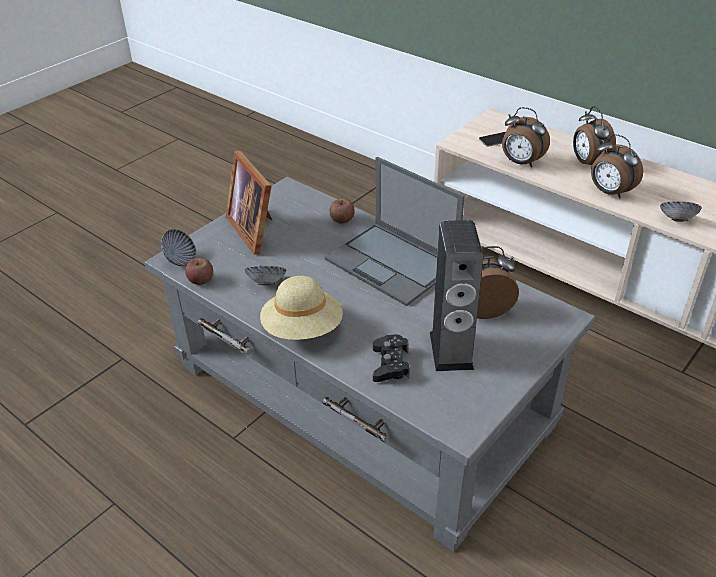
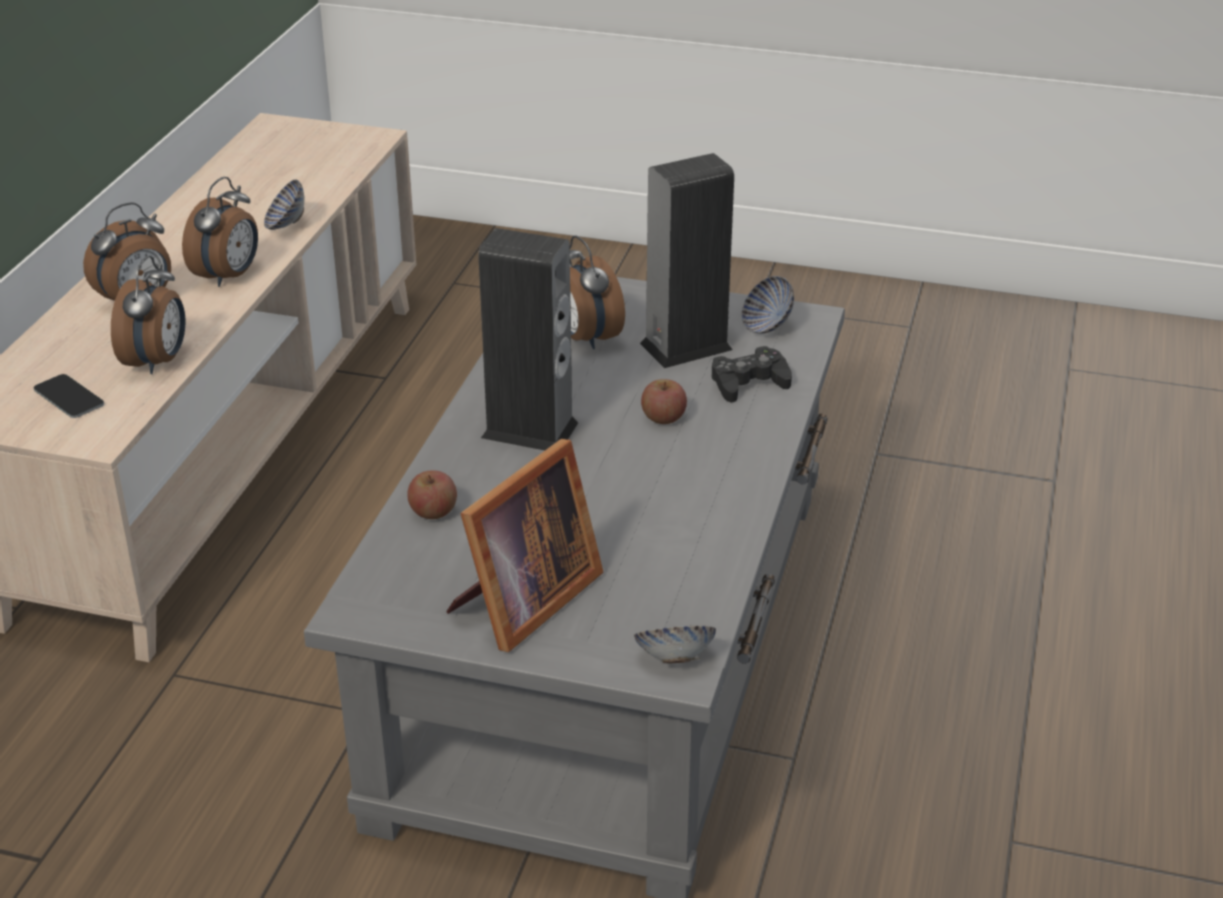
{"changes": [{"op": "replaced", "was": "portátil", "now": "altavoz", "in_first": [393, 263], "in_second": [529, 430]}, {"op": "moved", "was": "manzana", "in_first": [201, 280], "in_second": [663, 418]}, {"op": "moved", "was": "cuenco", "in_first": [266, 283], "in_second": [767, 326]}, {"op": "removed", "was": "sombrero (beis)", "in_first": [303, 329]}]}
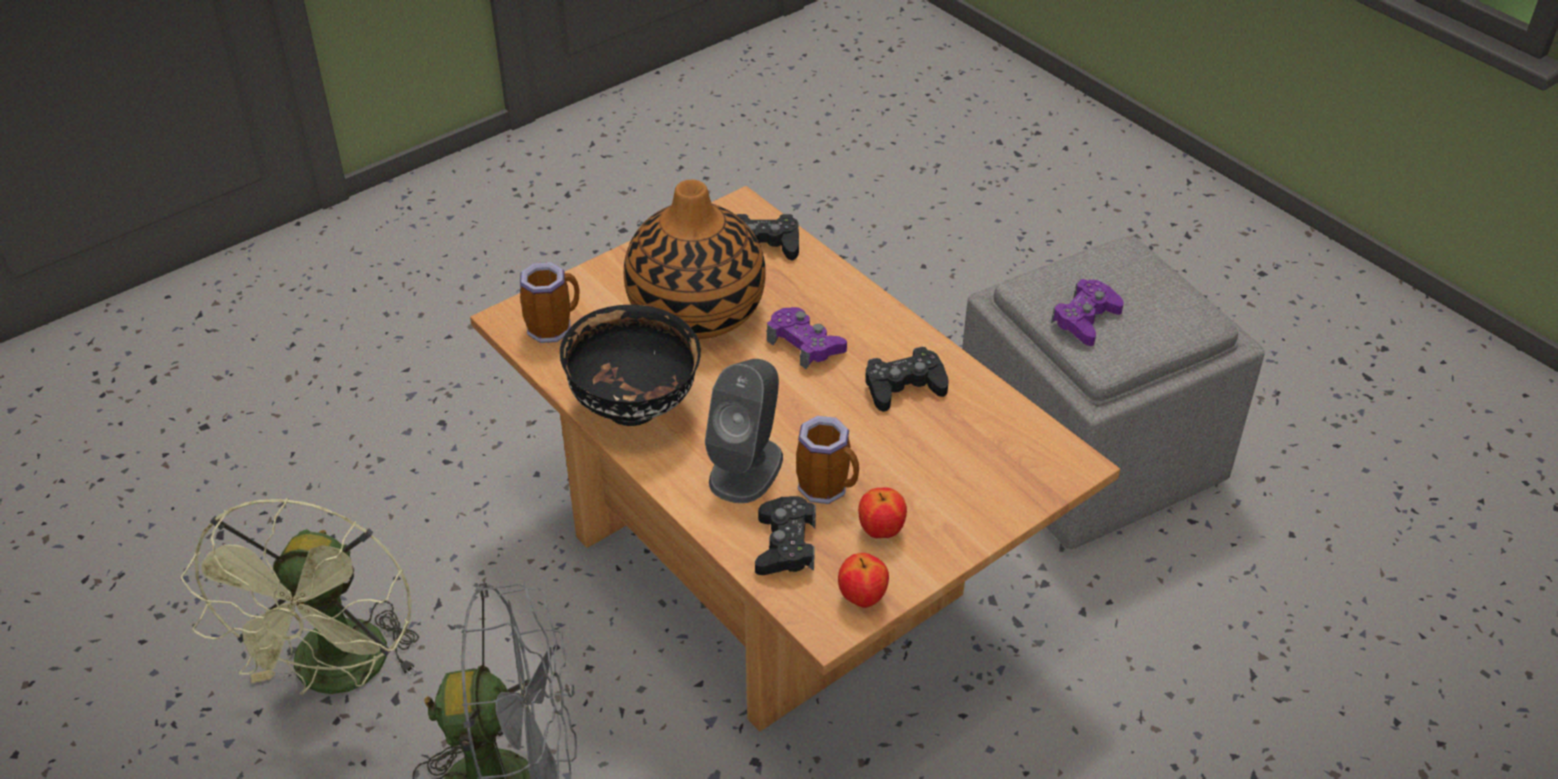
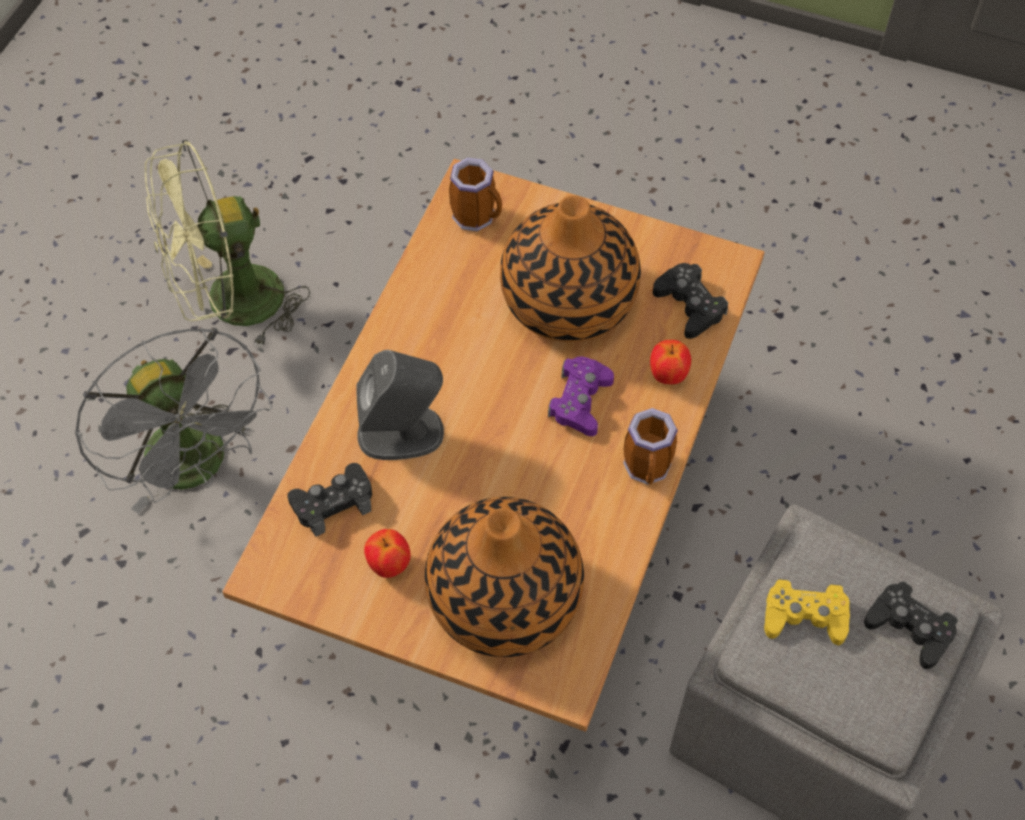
{"changes": [{"op": "recoloured", "was": "mando de consola (morado)", "now": "mando de consola (amarillo)", "in_first": [1085, 319], "in_second": [804, 616]}, {"op": "removed", "was": "cuenco (negro)", "in_first": [635, 407]}, {"op": "moved", "was": "mando de consola (negro)", "in_first": [904, 386], "in_second": [909, 628]}, {"op": "moved", "was": "taza grande", "in_first": [828, 488], "in_second": [649, 469]}, {"op": "moved", "was": "manzana", "in_first": [862, 598], "in_second": [668, 375]}, {"op": "added", "now": "florero", "in_second": [504, 598]}]}
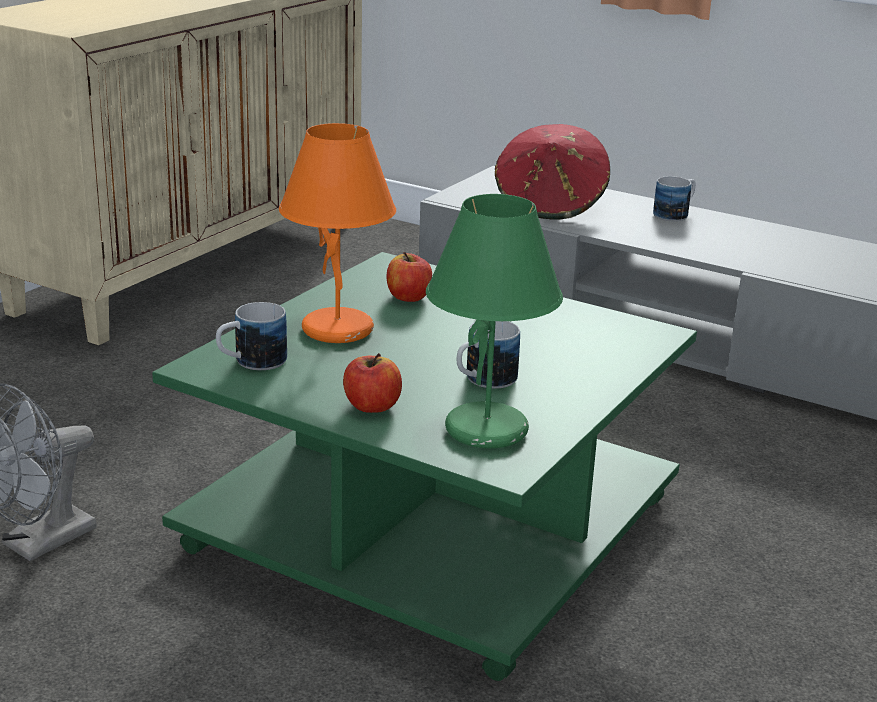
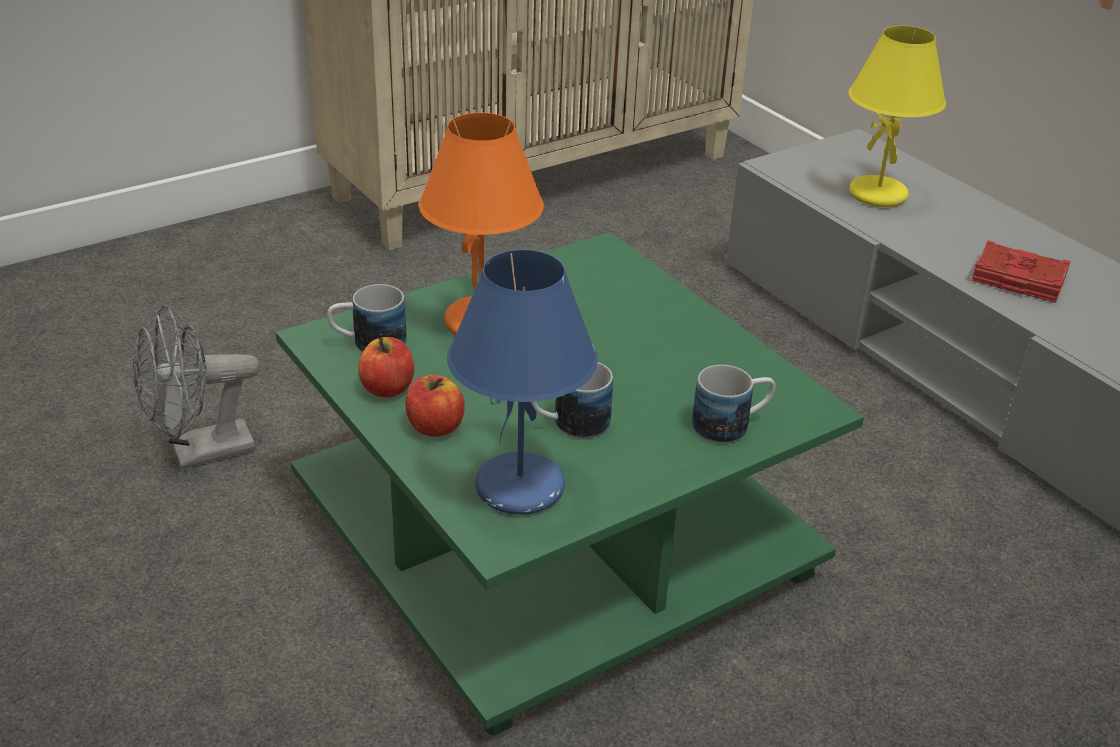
{"changes": [{"op": "replaced", "was": "sombrero (rojo)", "now": "lámpara de mesa (amarillo)", "in_first": [550, 205], "in_second": [879, 195]}, {"op": "moved", "was": "taza grande", "in_first": [675, 214], "in_second": [731, 425]}, {"op": "recoloured", "was": "lámpara de mesa (verde)", "now": "lámpara de mesa (azul)", "in_first": [487, 431], "in_second": [520, 489]}, {"op": "moved", "was": "manzana", "in_first": [409, 297], "in_second": [387, 388]}, {"op": "added", "now": "libro (rojo)", "in_second": [1018, 280]}]}
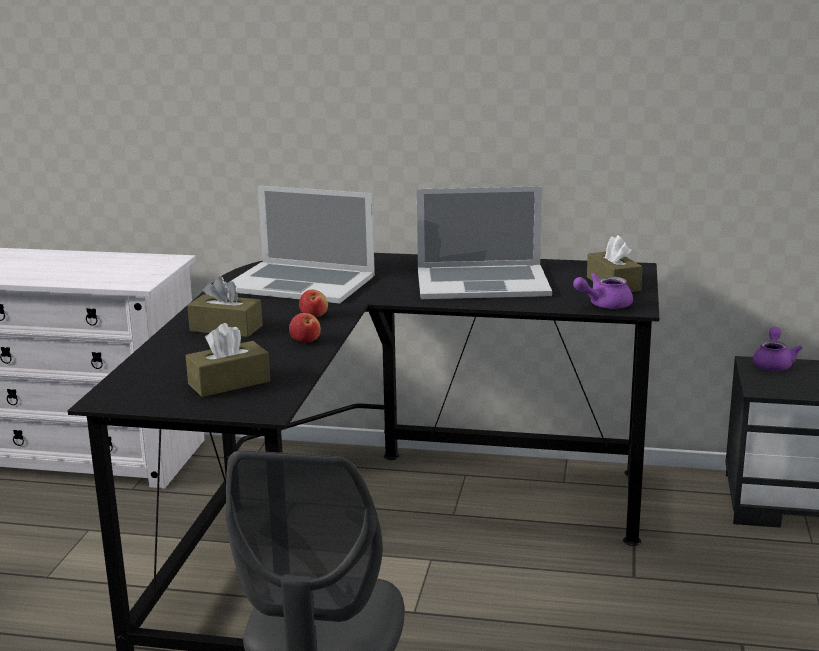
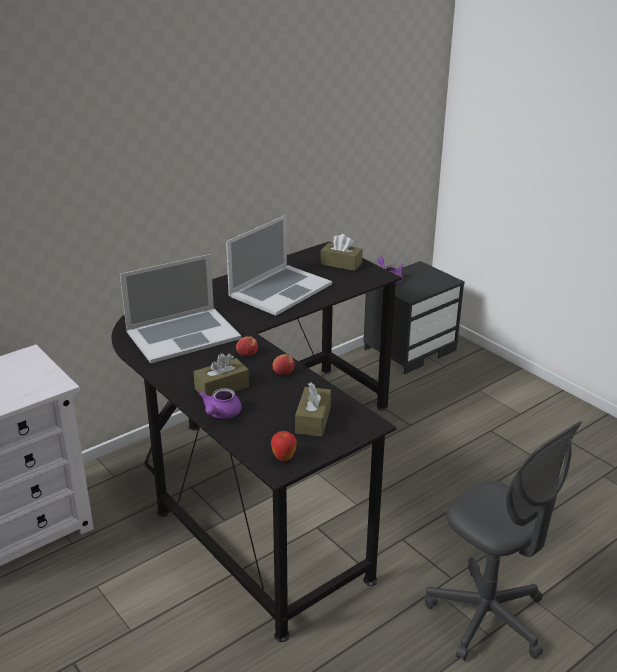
{"changes": [{"op": "moved", "was": "tetera (morado)", "in_first": [604, 305], "in_second": [220, 414]}, {"op": "added", "now": "manzana", "in_second": [283, 458]}]}
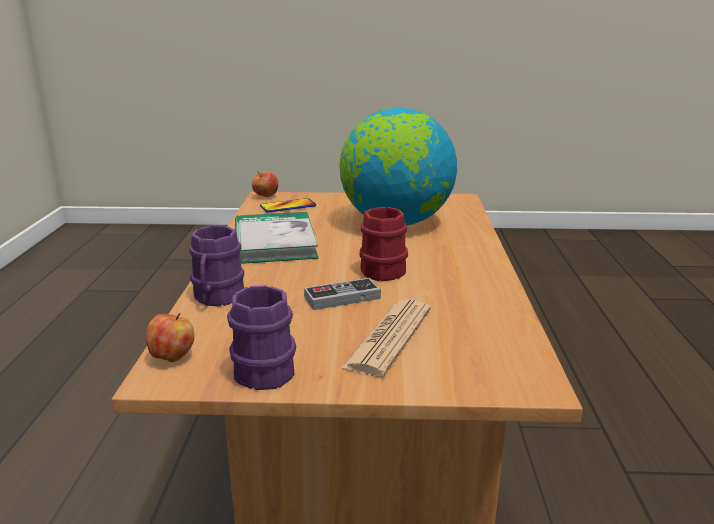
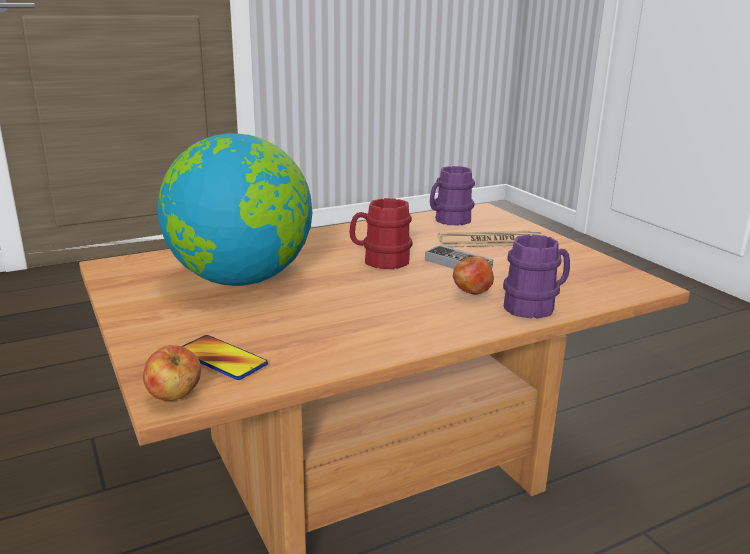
{"changes": [{"op": "removed", "was": "libro", "in_first": [274, 242]}, {"op": "moved", "was": "taza grande (morado)", "in_first": [264, 367], "in_second": [448, 220]}, {"op": "moved", "was": "manzana", "in_first": [172, 357], "in_second": [471, 293]}]}
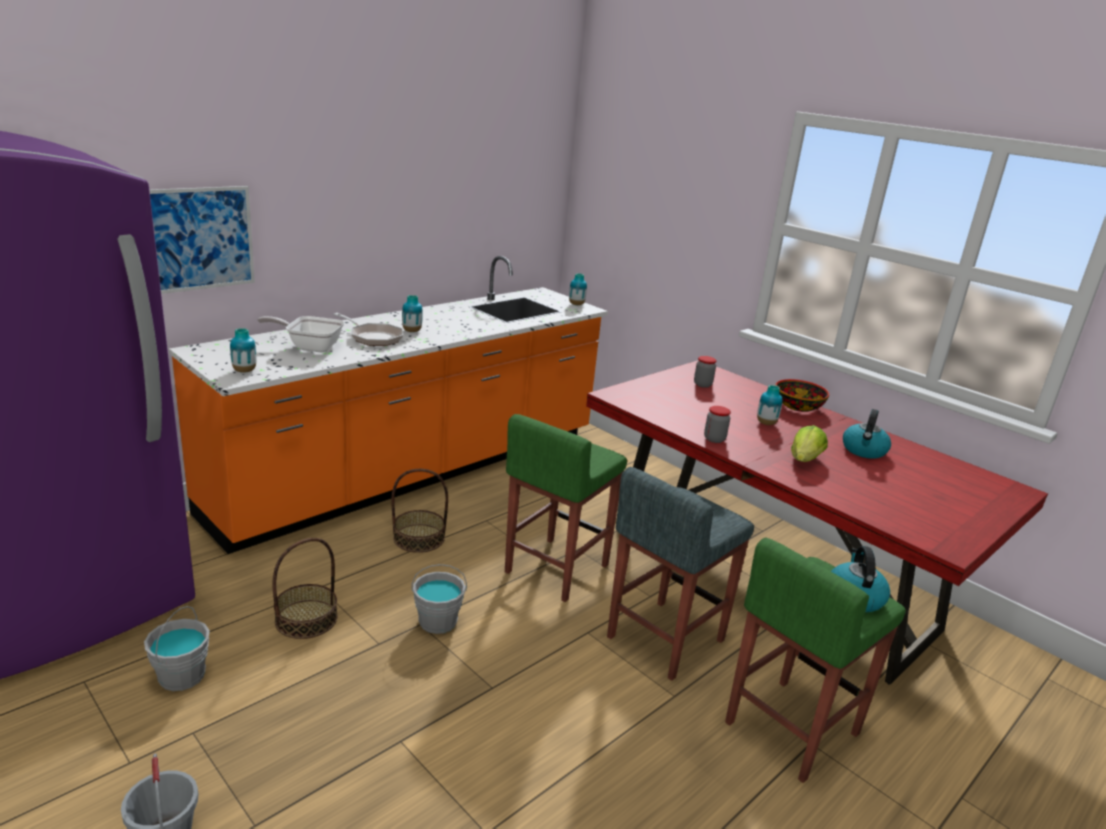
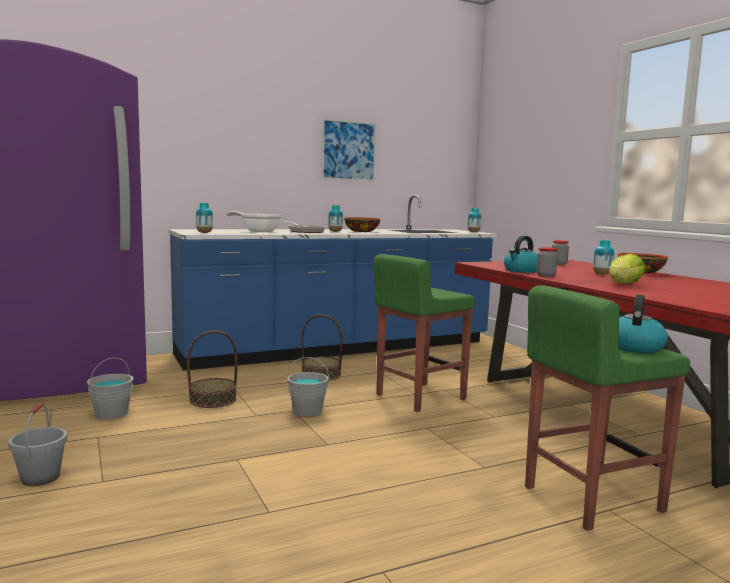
{"changes": [{"op": "moved", "was": "cuadro", "in_first": [202, 239], "in_second": [348, 150]}, {"op": "recoloured", "was": "mueble bajo de cocina (naranja)", "now": "mueble bajo de cocina (azul)", "in_first": [415, 473], "in_second": [339, 349]}, {"op": "moved", "was": "hervidor", "in_first": [864, 451], "in_second": [521, 271]}, {"op": "removed", "was": "taburete (gris)", "in_first": [664, 639]}, {"op": "added", "now": "cuenco", "in_second": [361, 231]}]}
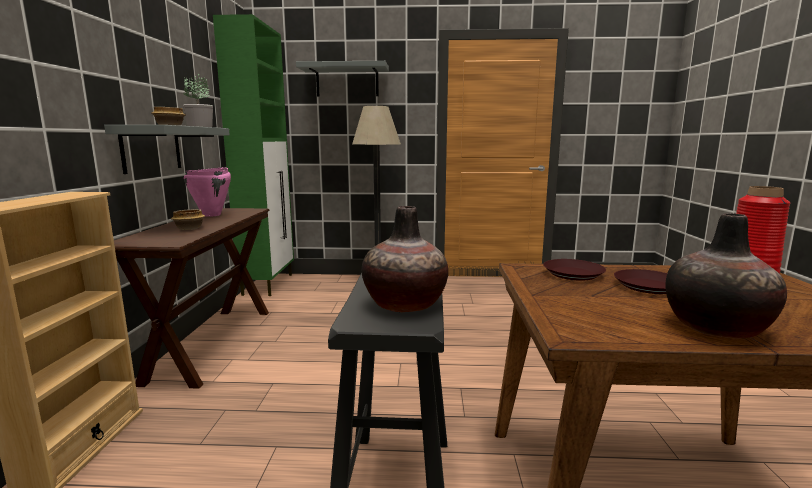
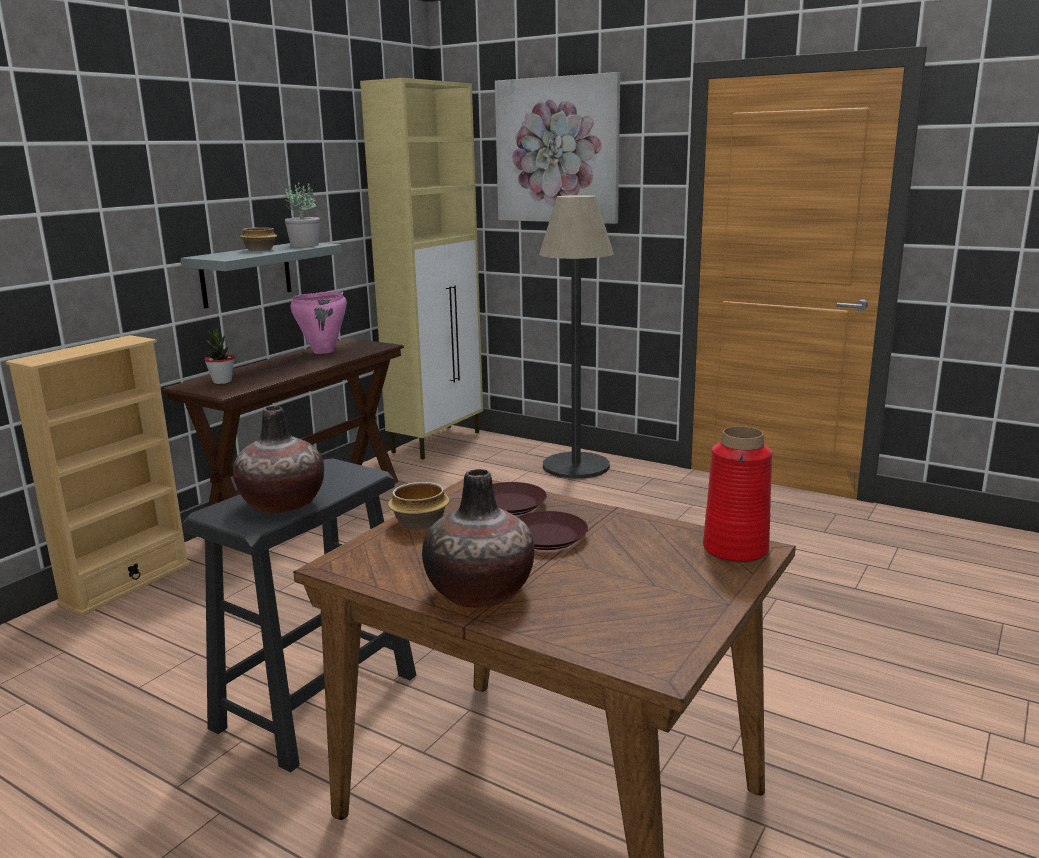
{"changes": [{"op": "recoloured", "was": "armario (verde)", "now": "armario (beis)", "in_first": [268, 284], "in_second": [437, 441]}, {"op": "replaced", "was": "estante (gris)", "now": "cuadro", "in_first": [347, 81], "in_second": [557, 150]}, {"op": "moved", "was": "cuenco", "in_first": [189, 228], "in_second": [419, 524]}, {"op": "added", "now": "planta en maceta", "in_second": [222, 381]}]}
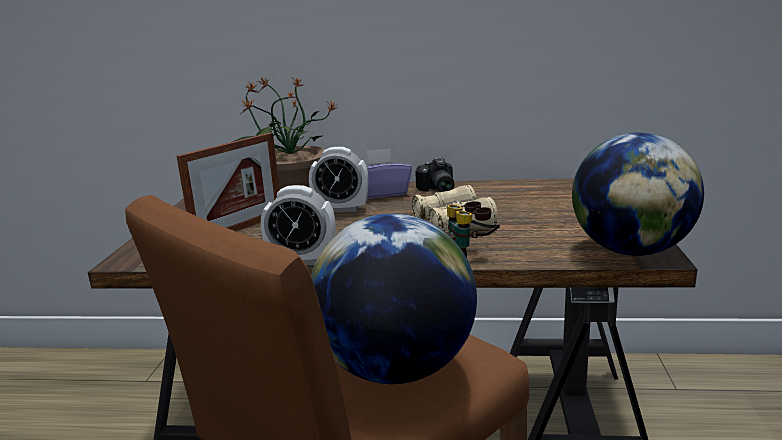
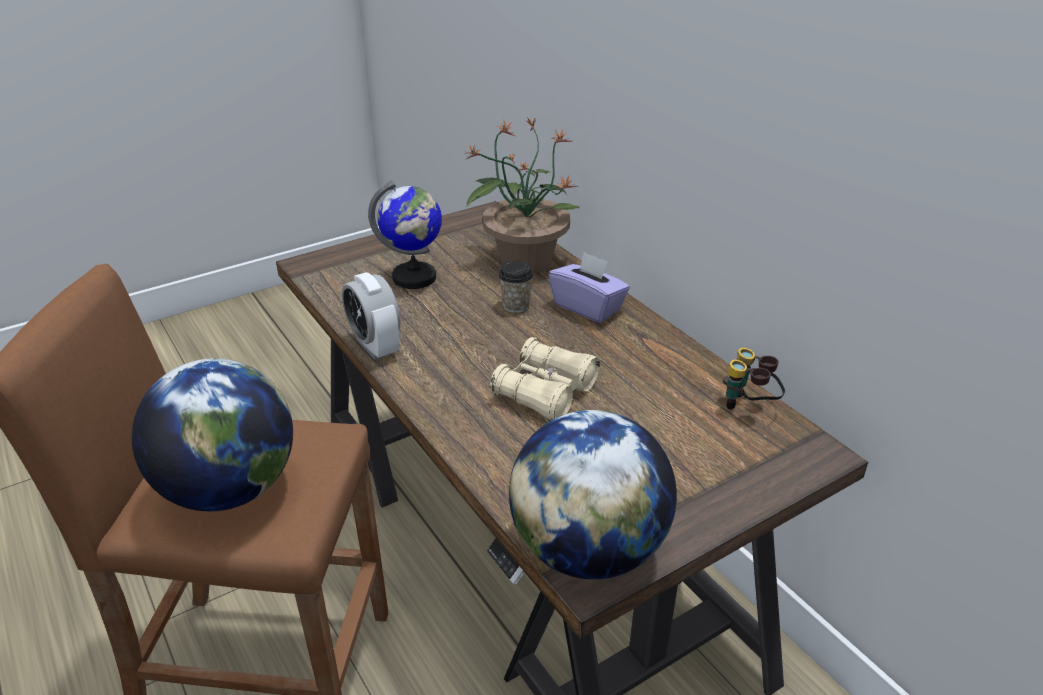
{"changes": [{"op": "replaced", "was": "portarretratos", "now": "globo terráqueo", "in_first": [239, 229], "in_second": [414, 278]}, {"op": "replaced", "was": "despertador", "now": "taza", "in_first": [341, 209], "in_second": [516, 306]}, {"op": "removed", "was": "cámara", "in_first": [436, 190]}, {"op": "moved", "was": "prismáticos", "in_first": [472, 252], "in_second": [749, 407]}]}
